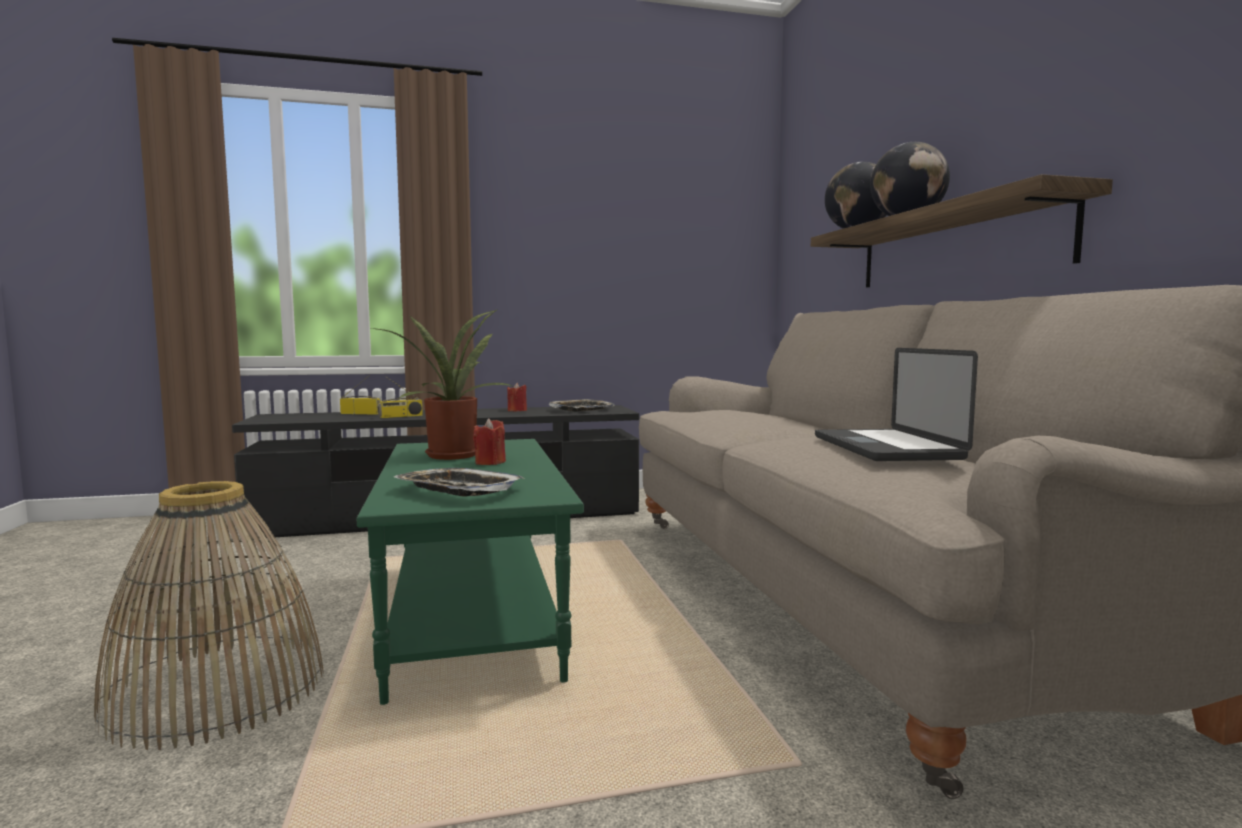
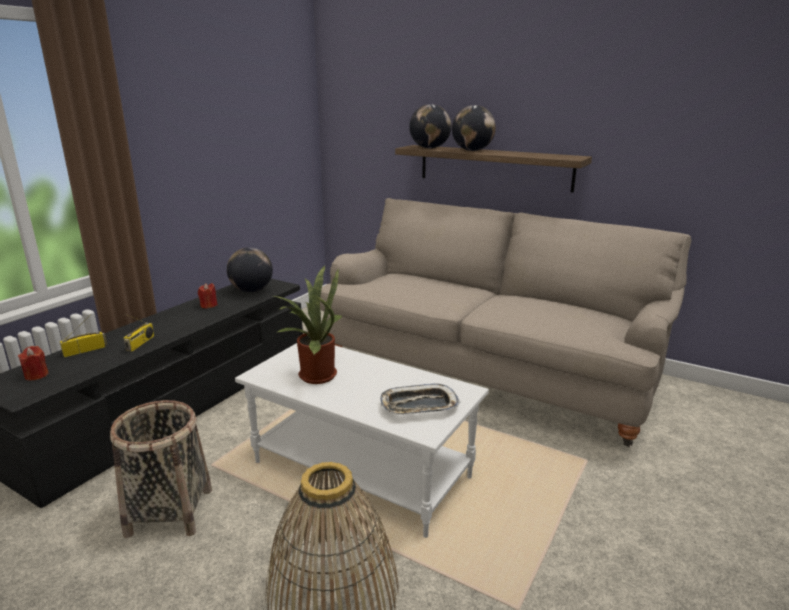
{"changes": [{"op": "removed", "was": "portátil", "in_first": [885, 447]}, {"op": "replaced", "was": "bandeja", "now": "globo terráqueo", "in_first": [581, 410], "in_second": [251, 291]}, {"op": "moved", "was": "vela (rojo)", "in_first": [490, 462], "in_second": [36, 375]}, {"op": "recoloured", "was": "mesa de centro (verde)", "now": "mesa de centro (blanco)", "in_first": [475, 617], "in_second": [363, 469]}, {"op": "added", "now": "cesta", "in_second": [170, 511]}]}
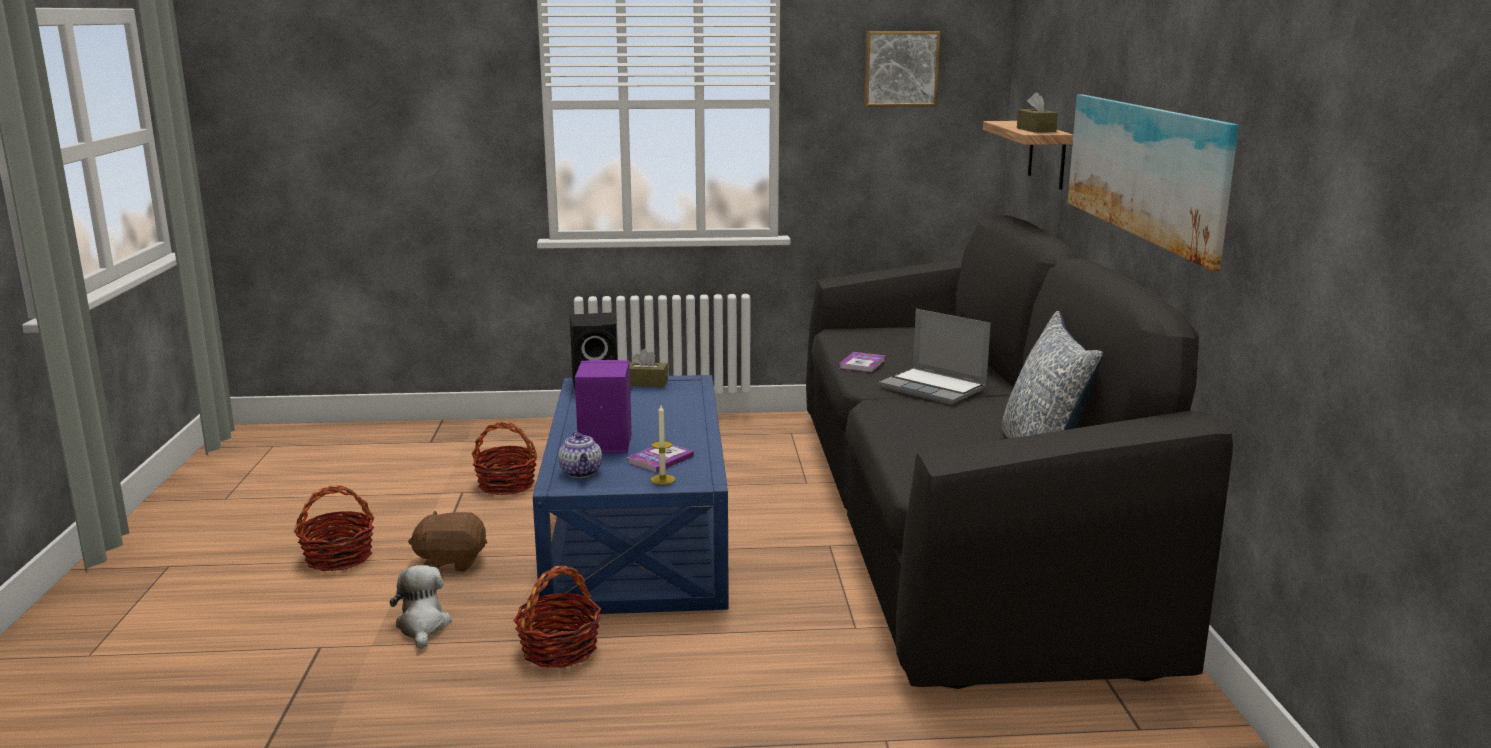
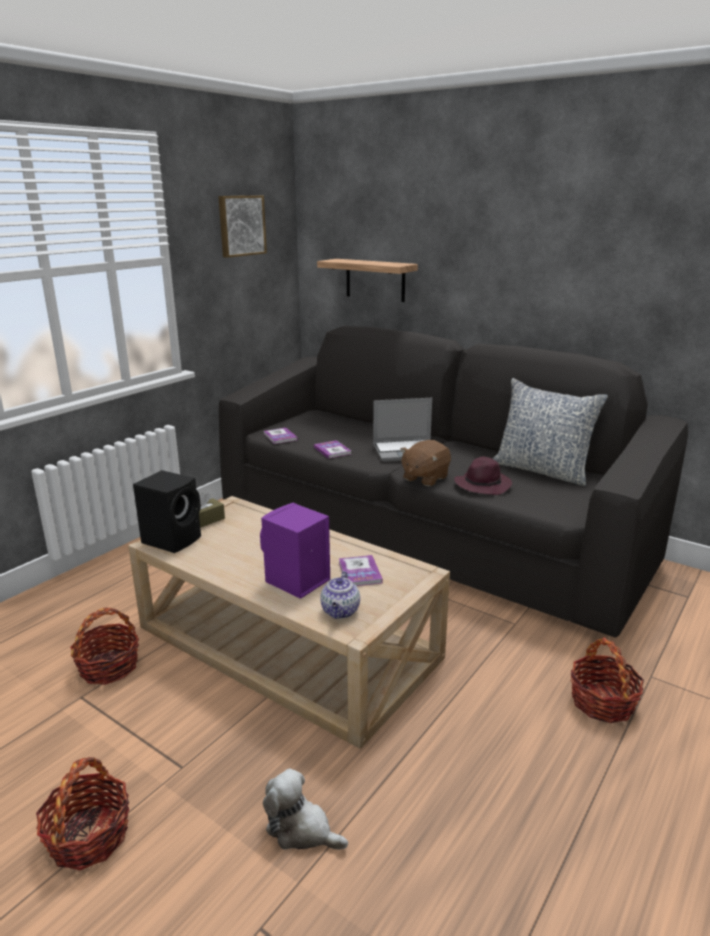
{"changes": [{"op": "removed", "was": "caja de pañuelos (marrón)", "in_first": [1036, 130]}, {"op": "removed", "was": "cuadro", "in_first": [1147, 170]}, {"op": "recoloured", "was": "mesa de centro (azul)", "now": "mesa de centro (beis)", "in_first": [640, 532], "in_second": [288, 641]}, {"op": "removed", "was": "vela", "in_first": [662, 479]}, {"op": "turned", "was": "tetera", "in_first": [581, 473], "in_second": [340, 612], "clockwise": 75}, {"op": "moved", "was": "peluche (marrón)", "in_first": [451, 562], "in_second": [424, 478]}, {"op": "moved", "was": "cesta", "in_first": [559, 649], "in_second": [602, 702]}, {"op": "added", "now": "libro", "in_second": [280, 437]}, {"op": "added", "now": "sombrero (morado)", "in_second": [483, 485]}]}
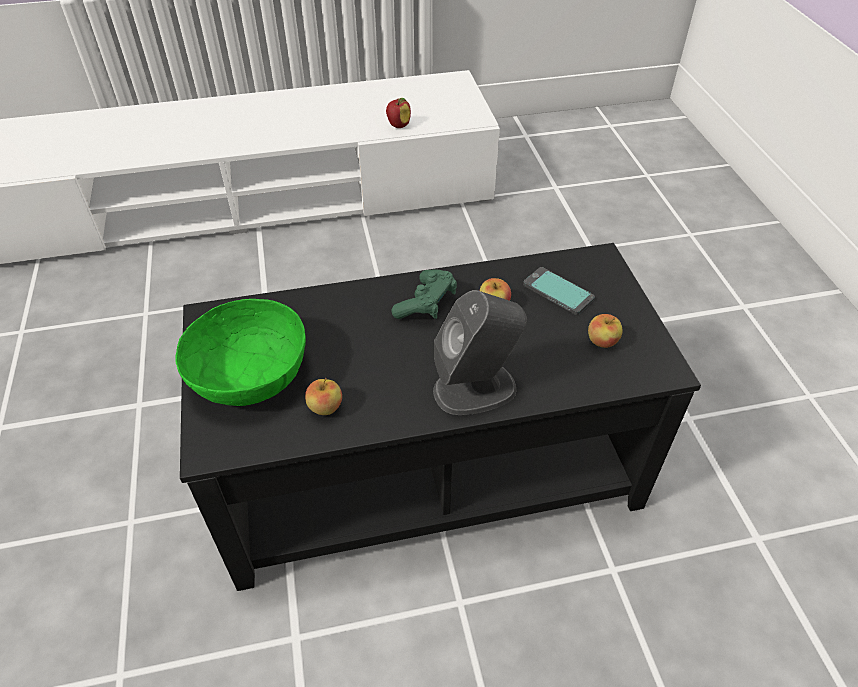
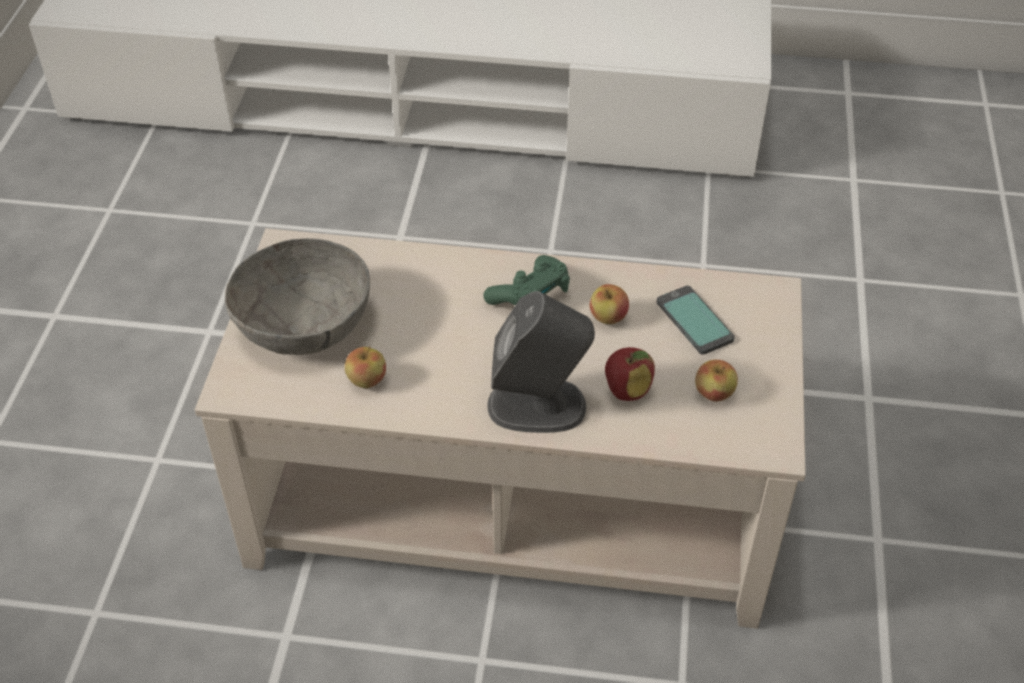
{"changes": [{"op": "moved", "was": "manzana", "in_first": [398, 125], "in_second": [627, 391]}, {"op": "recoloured", "was": "mesa de centro (negro)", "now": "mesa de centro (beis)", "in_first": [428, 469], "in_second": [510, 501]}, {"op": "recoloured", "was": "cuenco (verde)", "now": "cuenco (gris)", "in_first": [250, 375], "in_second": [304, 324]}]}
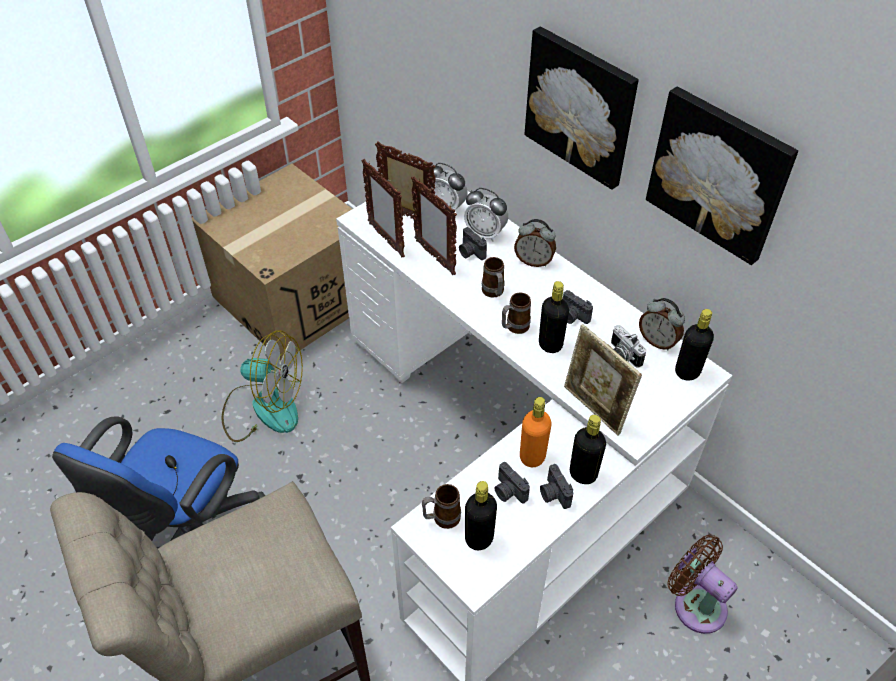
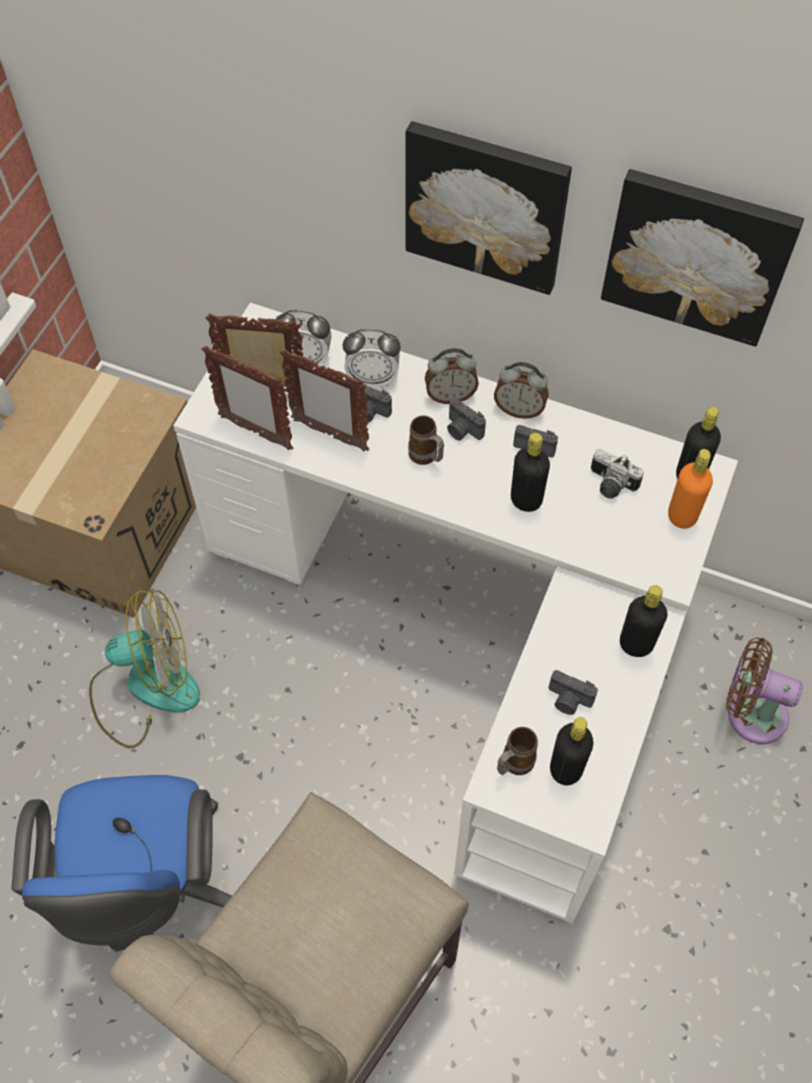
{"changes": [{"op": "removed", "was": "taza grande", "in_first": [514, 328]}, {"op": "moved", "was": "despertador", "in_first": [657, 341], "in_second": [519, 409]}, {"op": "removed", "was": "portarretratos", "in_first": [594, 409]}, {"op": "moved", "was": "botella (naranja)", "in_first": [532, 457], "in_second": [682, 516]}, {"op": "moved", "was": "cámara", "in_first": [553, 494], "in_second": [462, 430]}]}
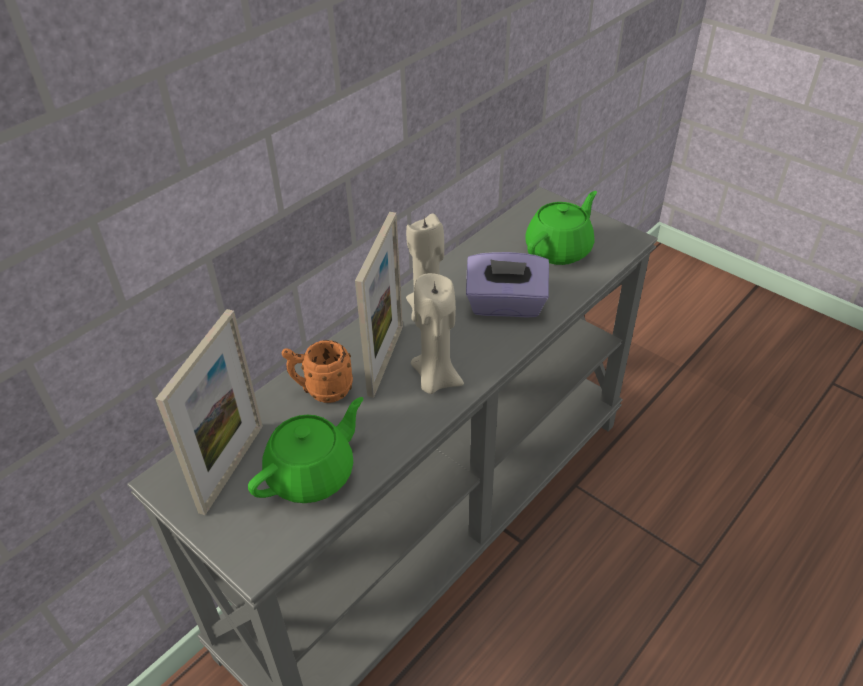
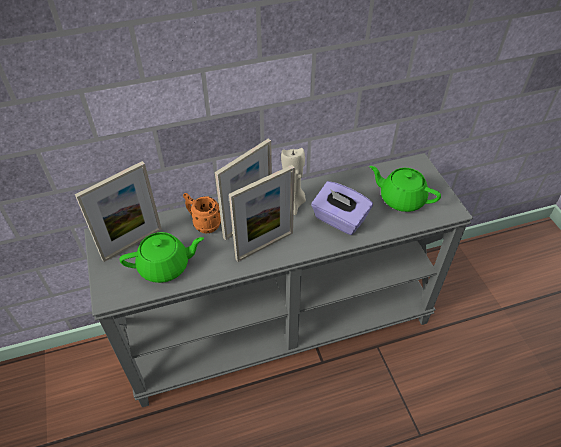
{"changes": [{"op": "turned", "was": "tetera (verde)", "in_first": [559, 249], "in_second": [401, 199], "clockwise": -135}, {"op": "replaced", "was": "vela (beis)", "now": "portarretratos", "in_first": [435, 380], "in_second": [264, 246]}]}
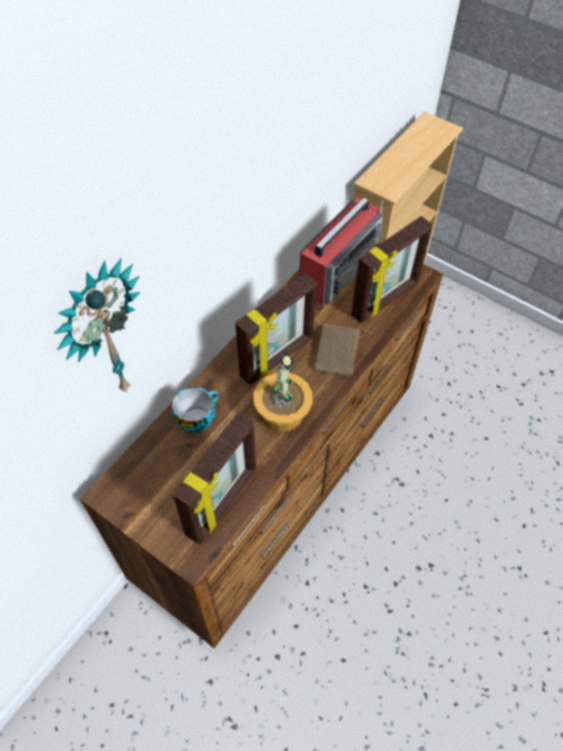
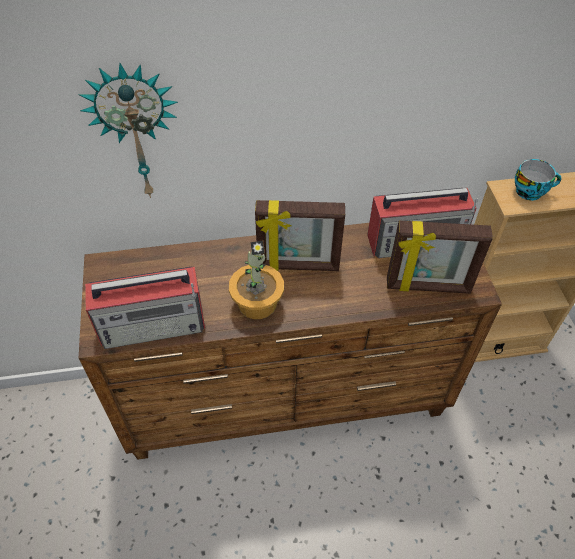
{"changes": [{"op": "removed", "was": "libro (marrón)", "in_first": [339, 353]}, {"op": "moved", "was": "taza", "in_first": [197, 418], "in_second": [530, 191]}, {"op": "replaced", "was": "portarretratos", "now": "radio", "in_first": [223, 502], "in_second": [154, 325]}]}
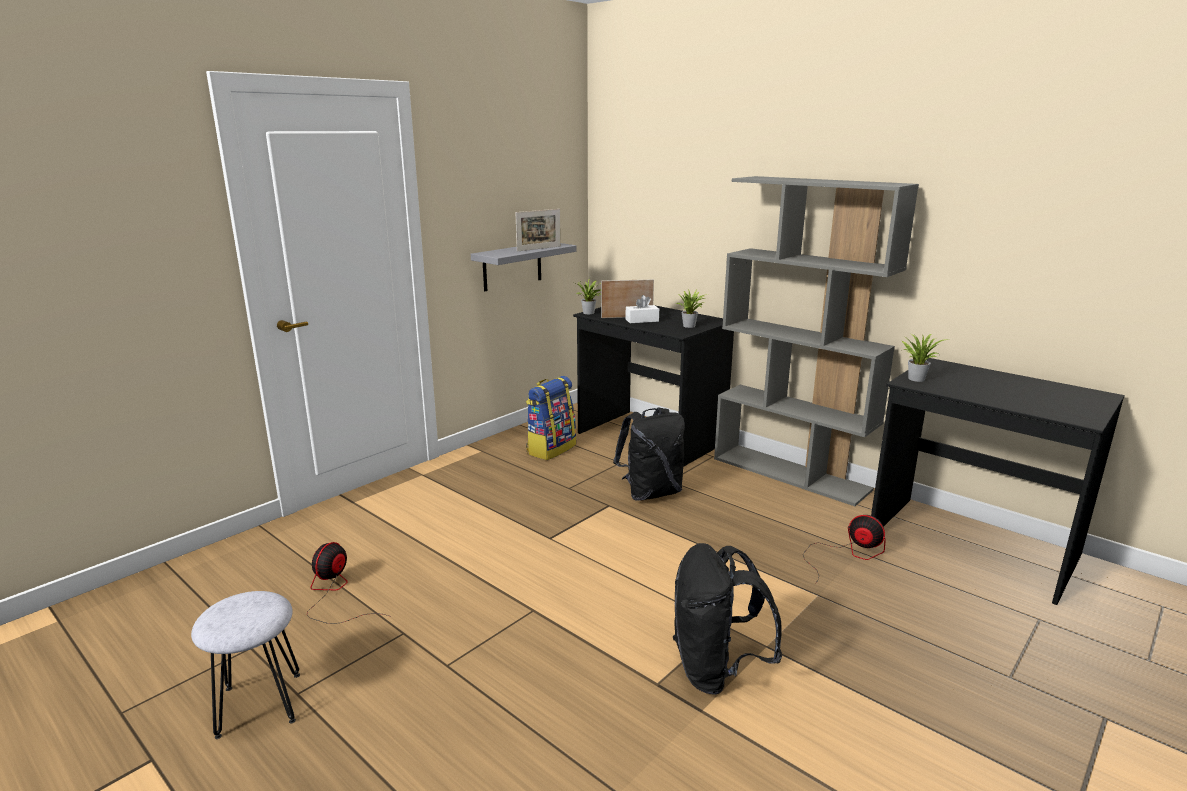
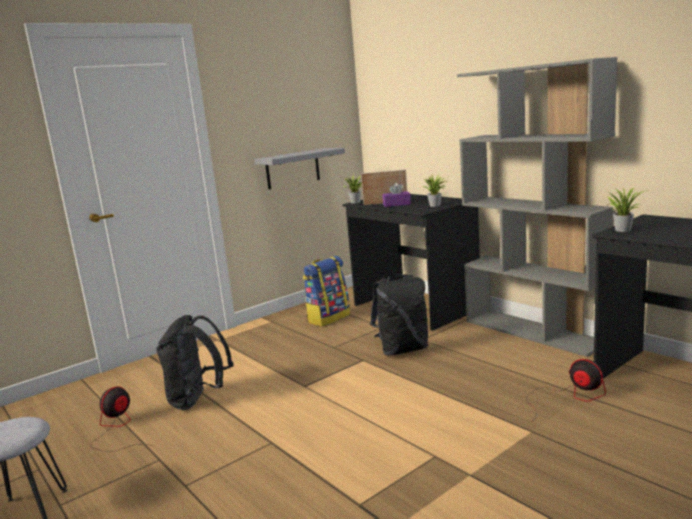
{"changes": [{"op": "removed", "was": "portarretratos", "in_first": [539, 248]}, {"op": "recoloured", "was": "caja de pañuelos (blanco)", "now": "caja de pañuelos (morado)", "in_first": [642, 320], "in_second": [396, 204]}, {"op": "moved", "was": "mochila (negro)", "in_first": [716, 670], "in_second": [198, 399]}]}
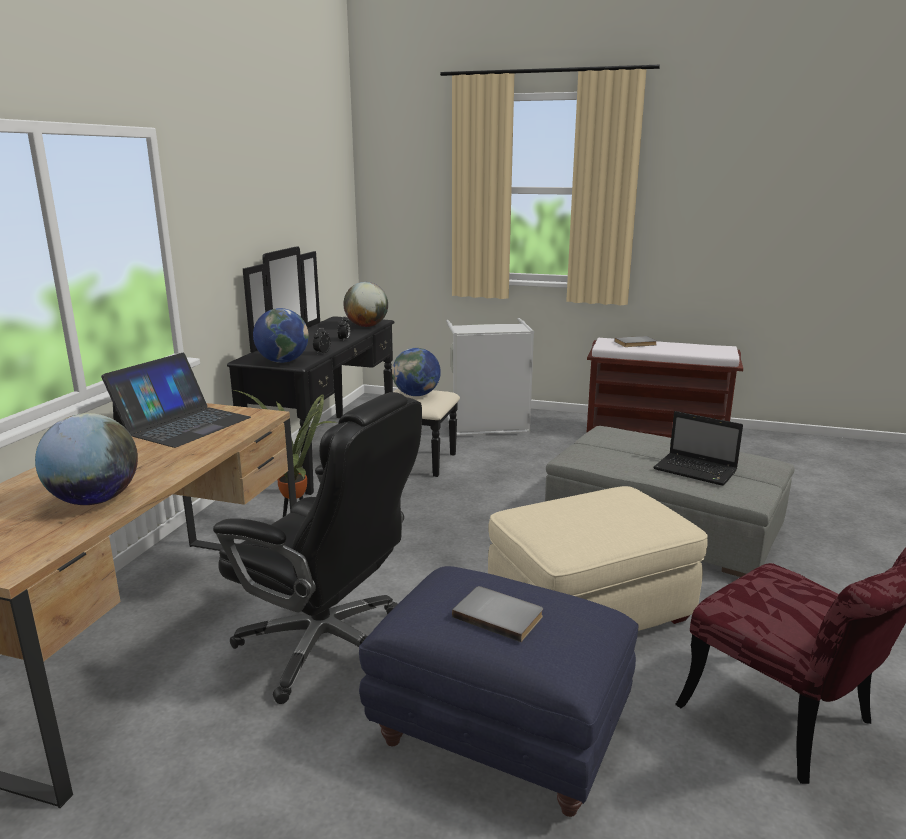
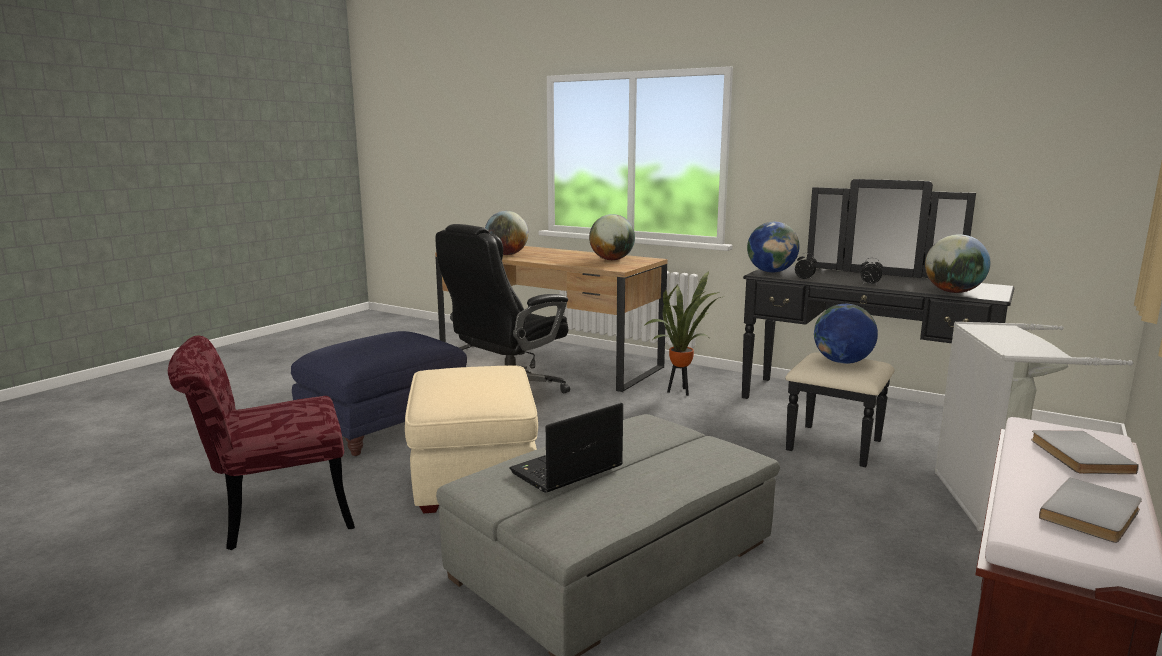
{"changes": [{"op": "replaced", "was": "portátil", "now": "globo terráqueo", "in_first": [182, 424], "in_second": [612, 260]}, {"op": "moved", "was": "libro (gris)", "in_first": [499, 615], "in_second": [1094, 514]}]}
